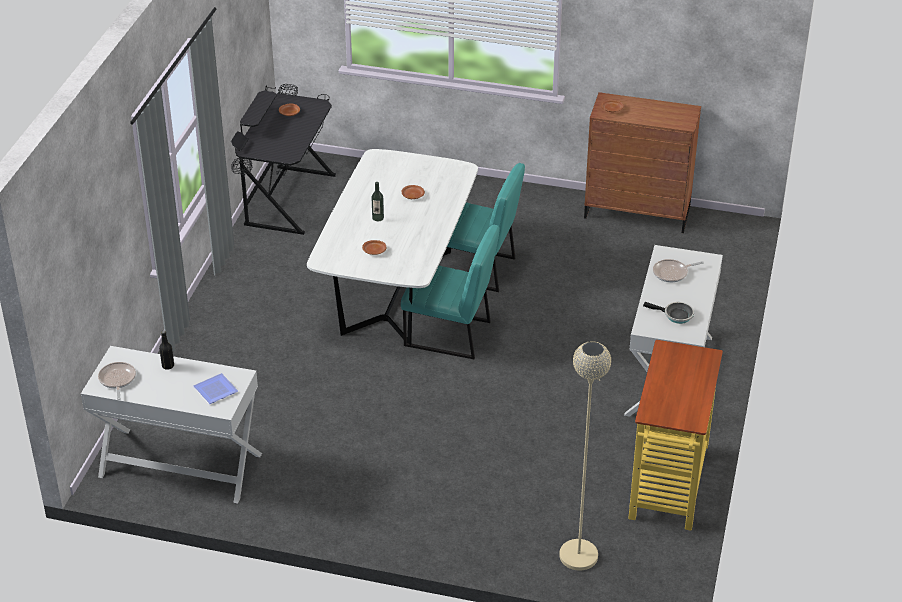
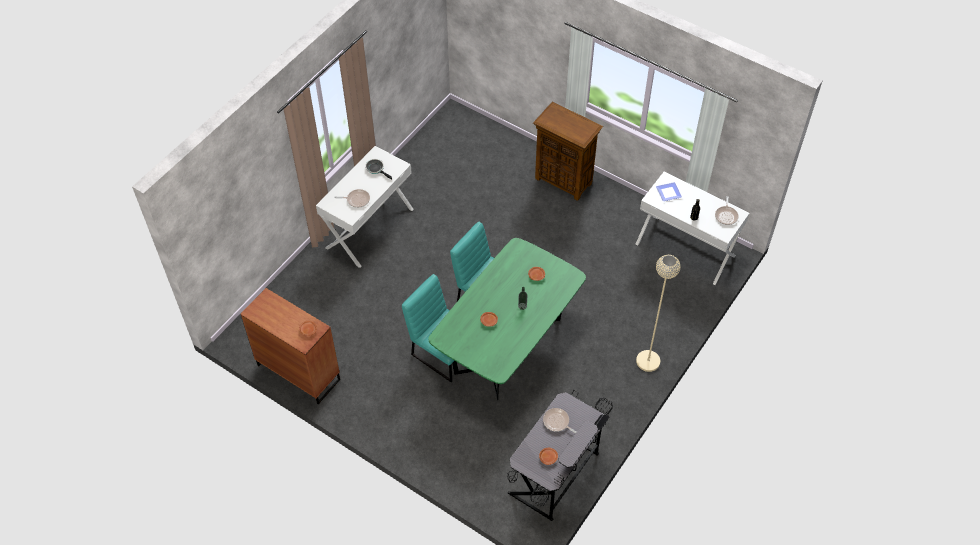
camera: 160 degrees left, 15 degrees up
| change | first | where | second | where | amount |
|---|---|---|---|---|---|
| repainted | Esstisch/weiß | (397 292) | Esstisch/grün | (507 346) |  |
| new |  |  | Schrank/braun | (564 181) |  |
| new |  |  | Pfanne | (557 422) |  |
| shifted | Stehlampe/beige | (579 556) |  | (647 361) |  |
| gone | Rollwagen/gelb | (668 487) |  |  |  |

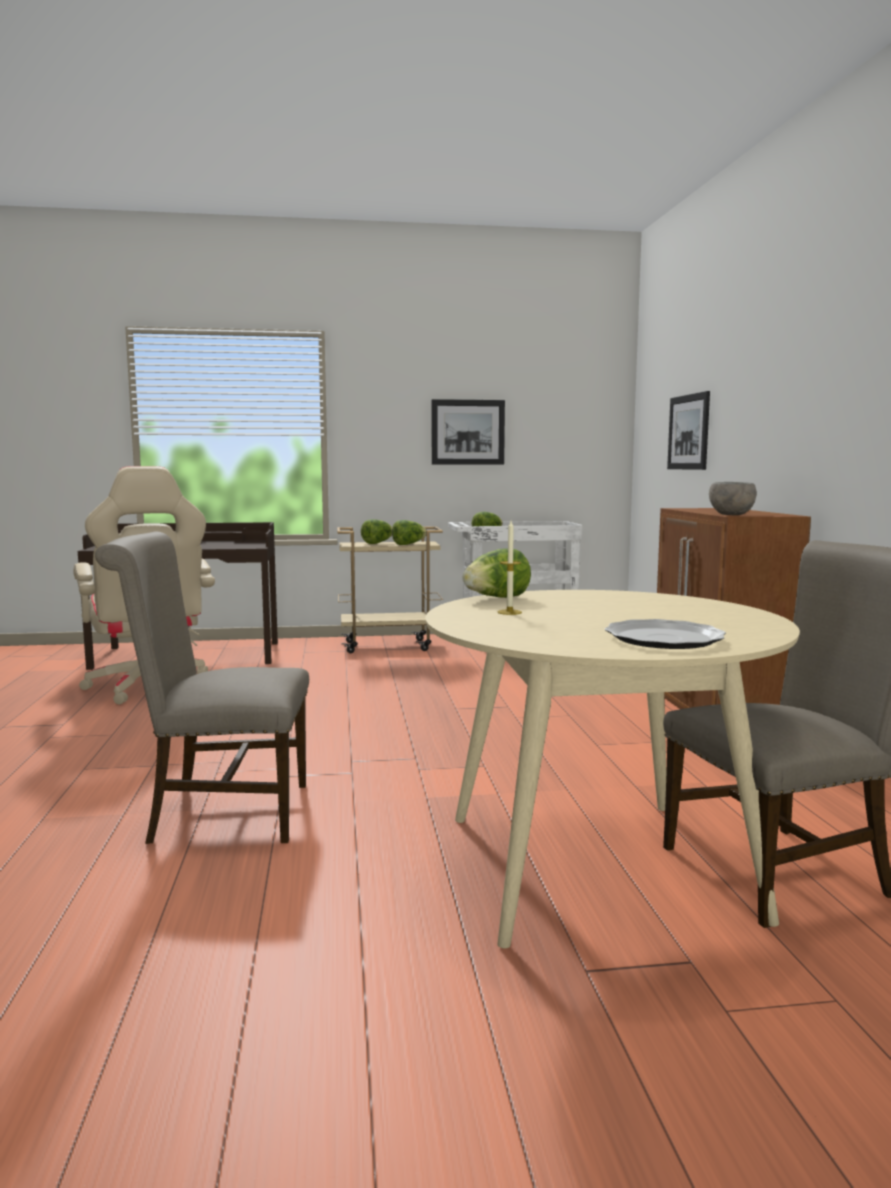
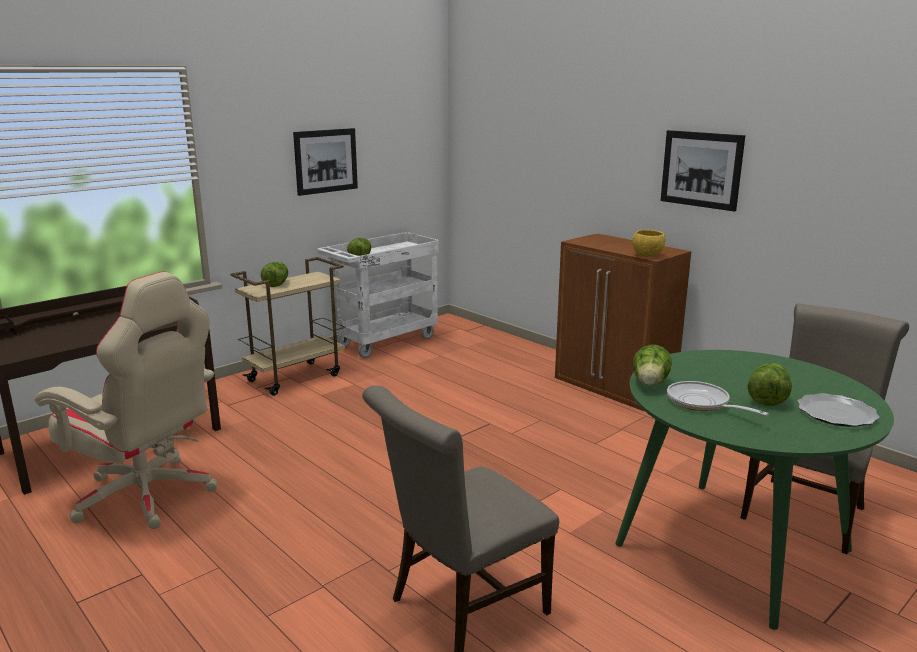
camera: 35 degrees left, 10 degrees up
| change | first | where | second | where | amount |
|---|---|---|---|---|---|
| repainted | Esstisch/beige | (596 866) | Esstisch/grün | (732 548) |  |
| repainted | Schüssel/grau | (732 515) | Schüssel/gelb | (647 255) |  |
| shifted | Bild | (688 432) |  | (701 169) |  |
| swapped | Kerze | (509 612) | Pfanne | (702 403) |  |
| shifted | Salatkopf | (408 544) |  | (767 399) |  |

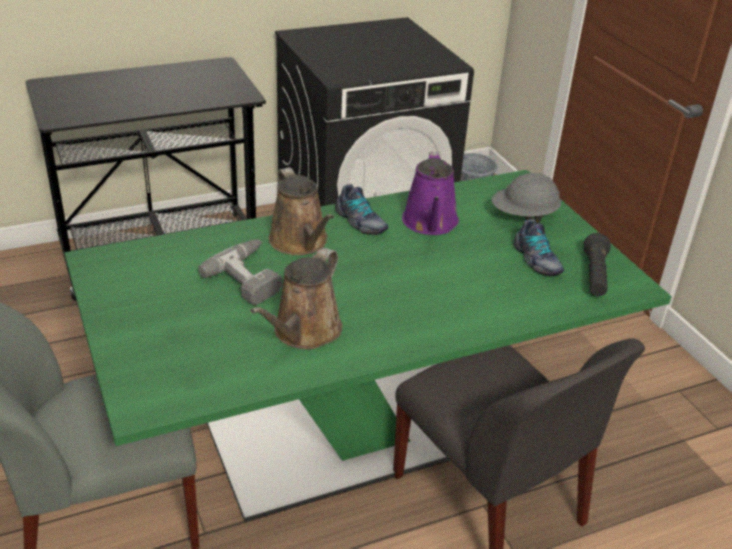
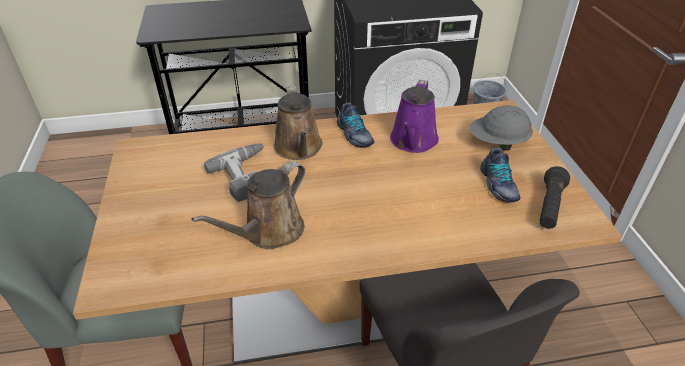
camera: 15 degrees right, 5 degrees up
| change | first | where | second | where | amount |
|---|---|---|---|---|---|
| repainted | Esstisch/grün | (356 434) | Esstisch/beige | (342 301) |  |

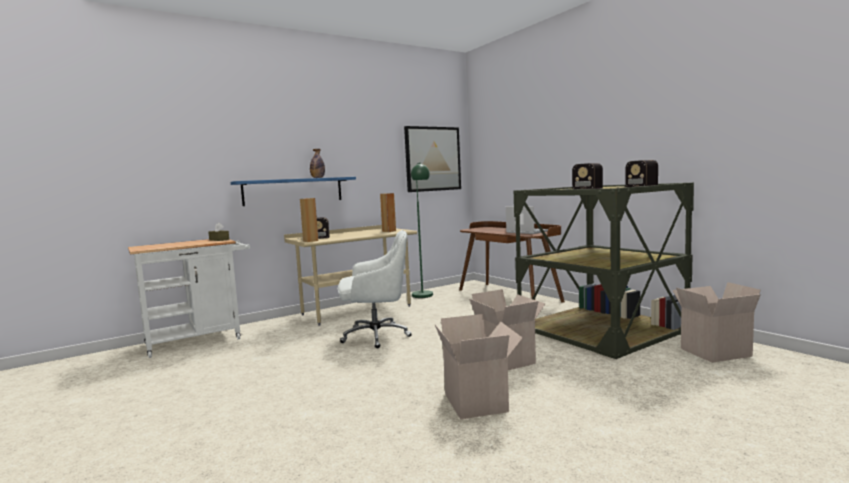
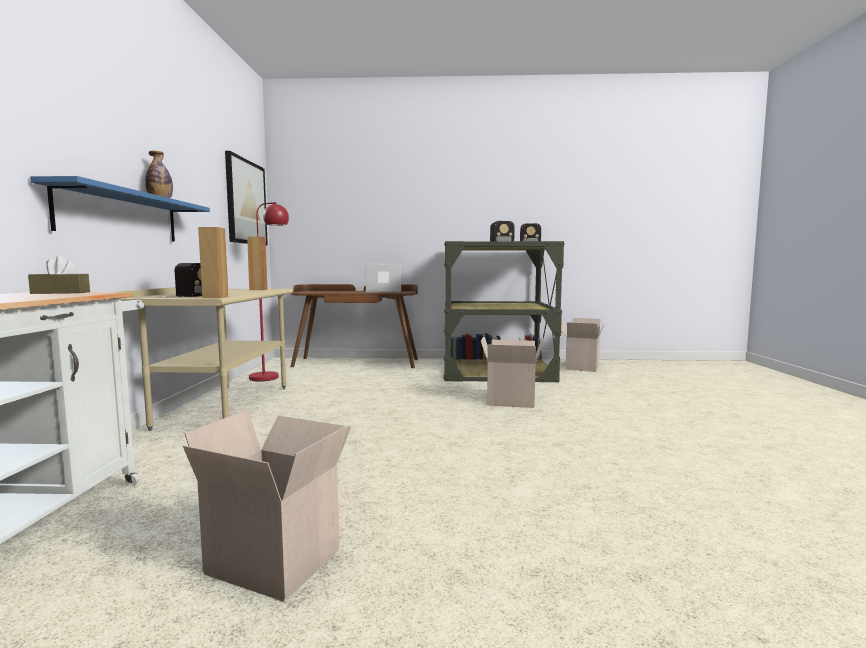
camera: 55 degrees left, 0 degrees up
| change | first | where | second | where | amount |
|---|---|---|---|---|---|
| shifted | Karton | (478 403) |  | (278 560) |  |
| repainted | Stehlampe/grün | (424 297) | Stehlampe/rot | (271 379) |  |
| gone | Bürostuhl/weiß | (376 336) |  |  |  |

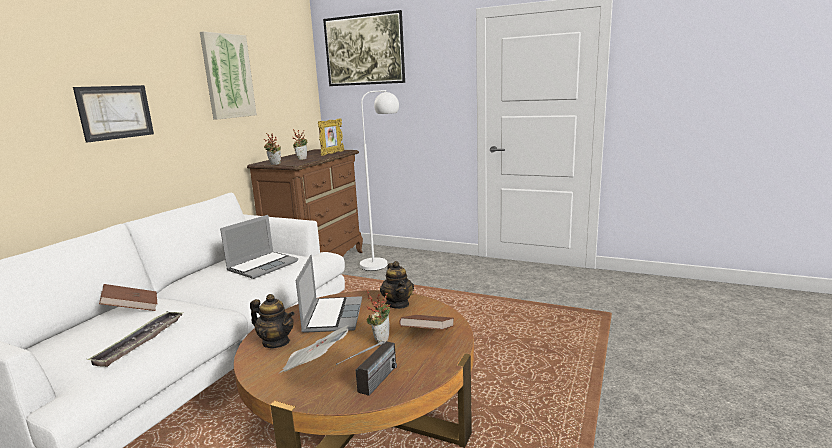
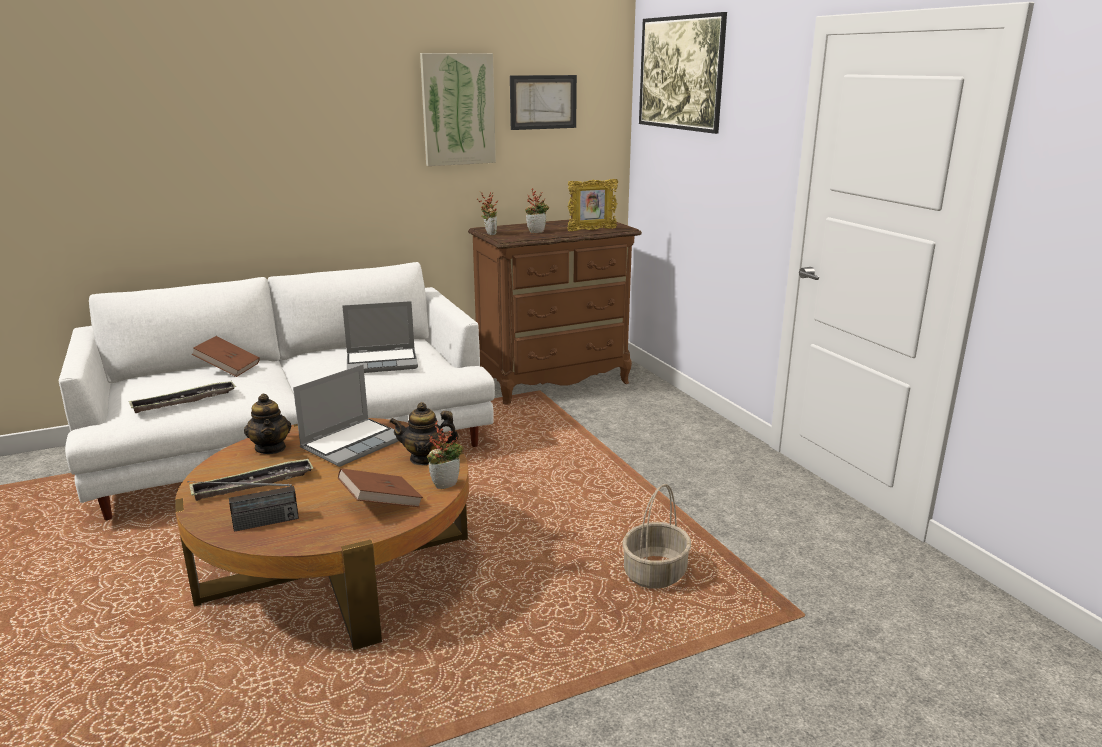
camera: 40 degrees right, 5 degrees up
| change | first | where | second | where | amount |
|---|---|---|---|---|---|
| swapped | Zeitung | (315 366) | Tablett | (253 485) |  |
| rotated | Teekanne | (398 304) |  | (425 458) | 60 degrees clockwise |
| shifted | Topfpflanze | (380 340) |  | (446 484) |  |
| shifted | Bild | (115 112) |  | (543 102) |  |
| new |  |  | Korb | (655 574) |  |
| gone | Stehlampe/weiß | (382 264) |  |  |  |

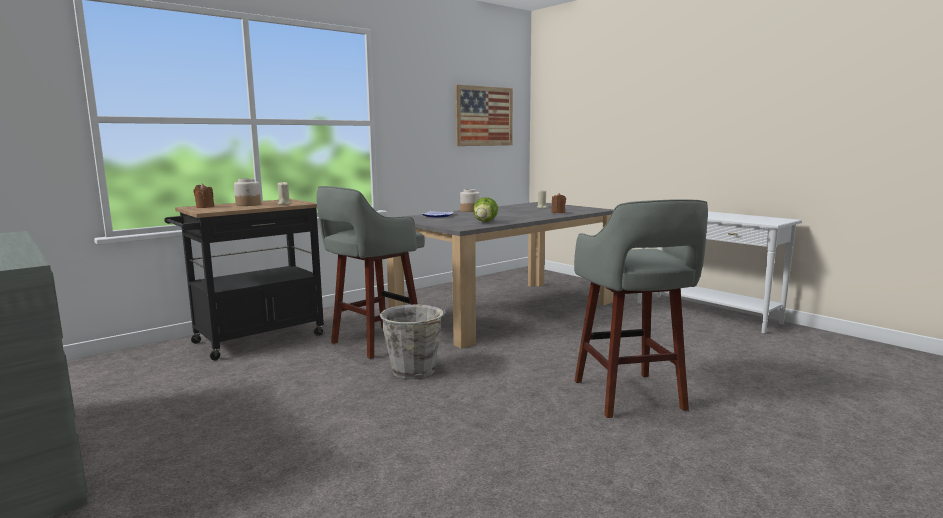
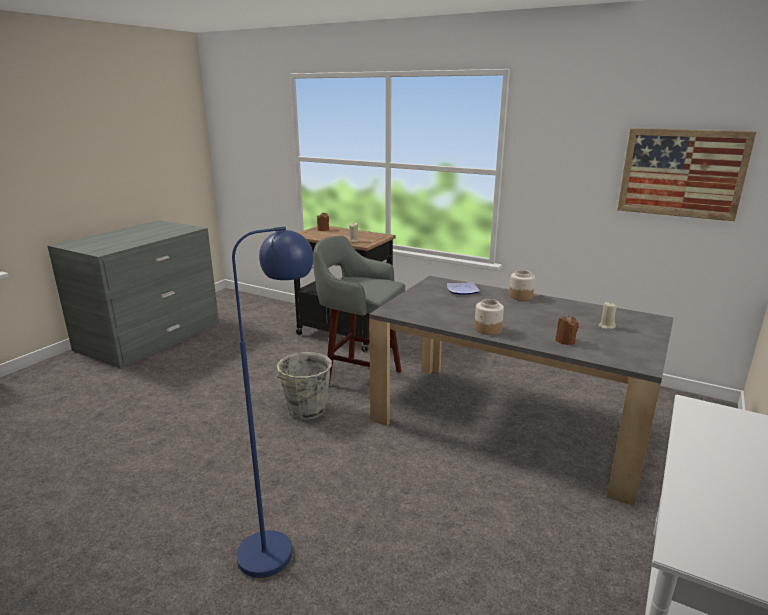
camera: 70 degrees right, 10 degrees up
| change | first | where | second | where | amount |
|---|---|---|---|---|---|
| swapped | Hocker/grau | (630 397) | Stehlampe/blau | (281 549) |  |
| shifted | Vorratsglas | (248 205) |  | (488 329) |  |
| gone | Salatkopf | (484 222) |  |  |  |

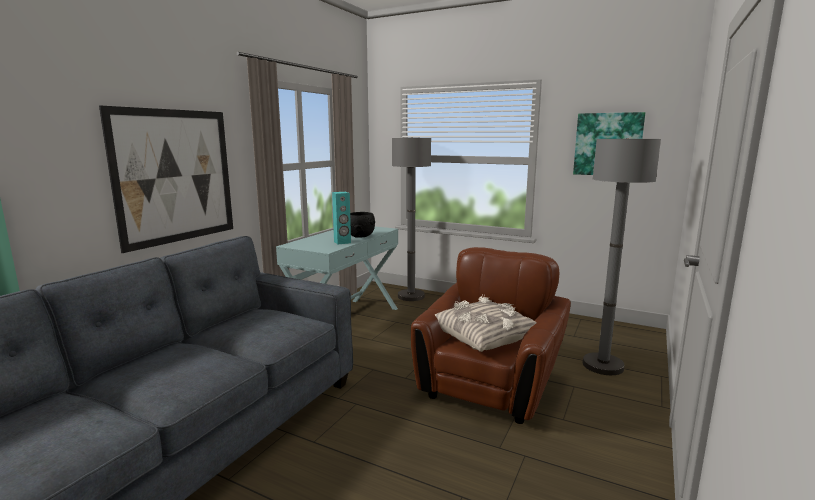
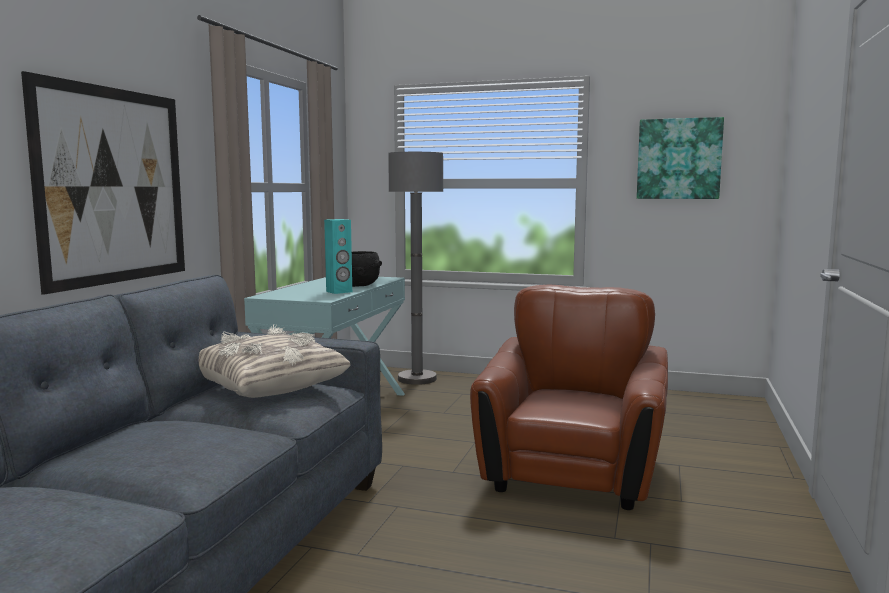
camera: 10 degrees left, 5 degrees down
| change | first | where | second | where | amount |
|---|---|---|---|---|---|
| shifted | Kissen/beige | (483 340) |  | (269 388) |  |
| gone | Stehlampe/grau | (602 365) |  |  |  |

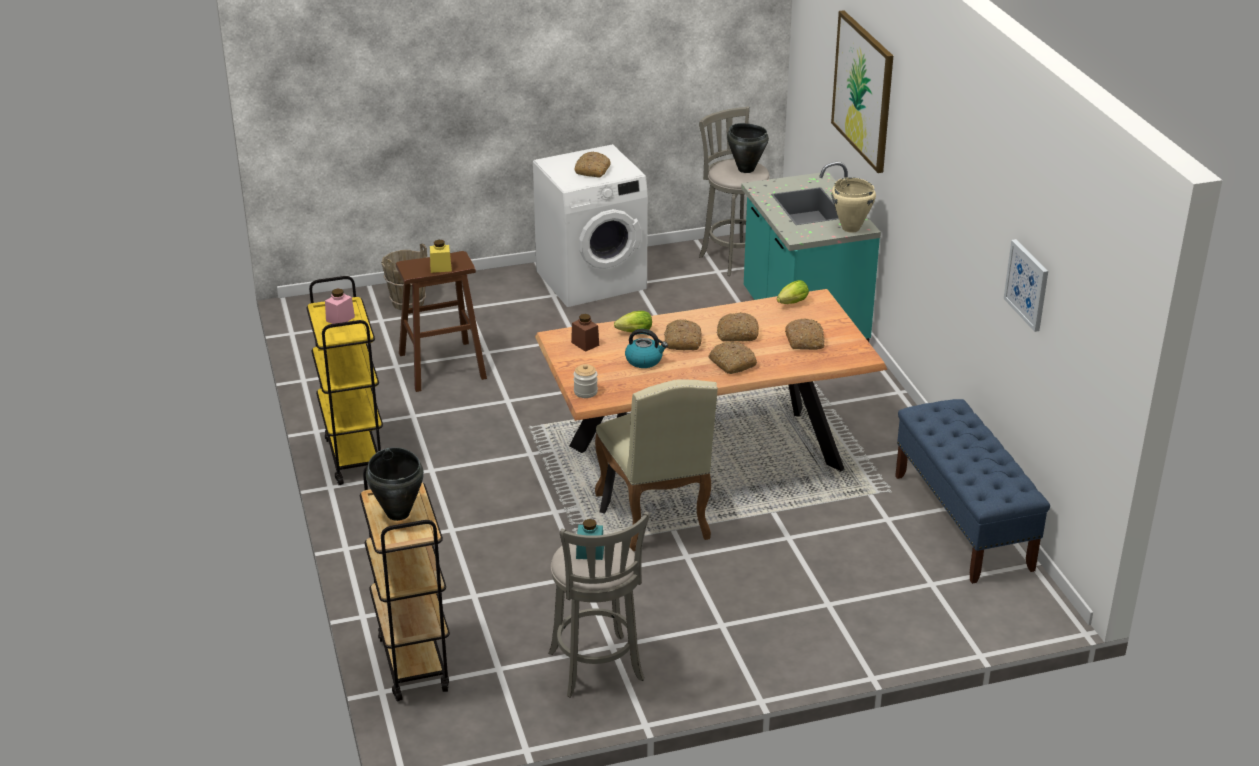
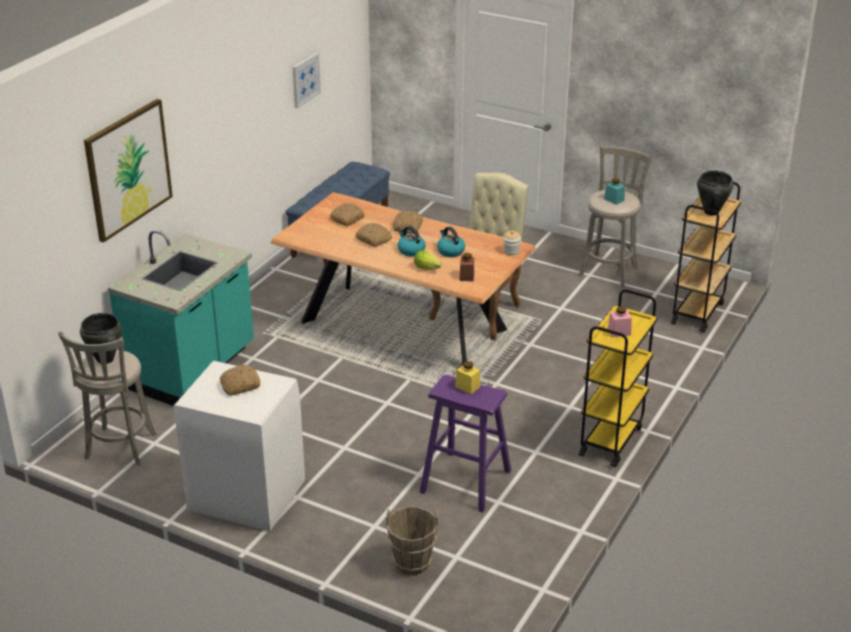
camera: 135 degrees left, 0 degrees up
| change | first | where | second | where | amount |
|---|---|---|---|---|---|
| swapped | Brot | (682 341) | Wasserkessel | (410 250) |  |
| repainted | Hocker/braun | (442 366) | Hocker/lila | (465 481) |  |
| gone | Salatkopf | (791 303) |  |  |  |
| gone | Kochtopf/beige | (850 228) |  |  |  |

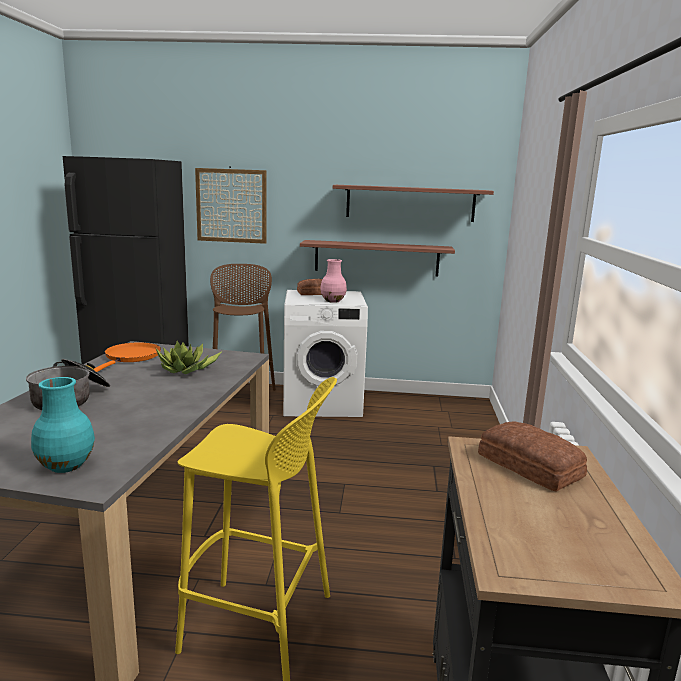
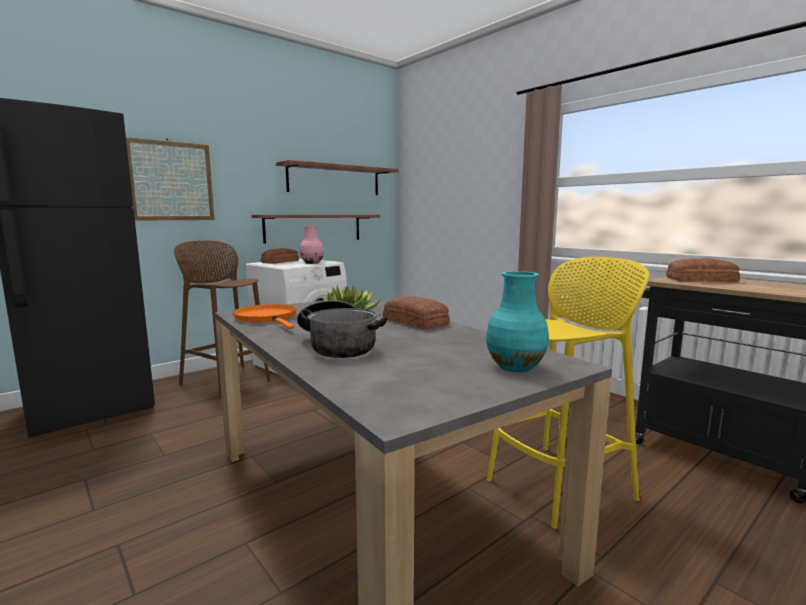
camera: 45 degrees left, 5 degrees down
| change | first | where | second | where | amount |
|---|---|---|---|---|---|
| new |  |  | Brot | (415 321) |  |

